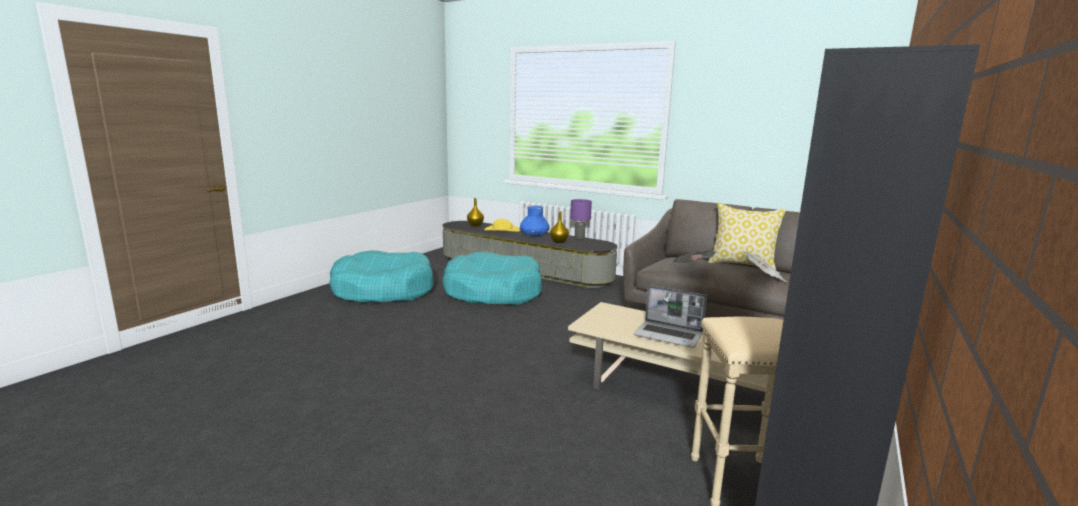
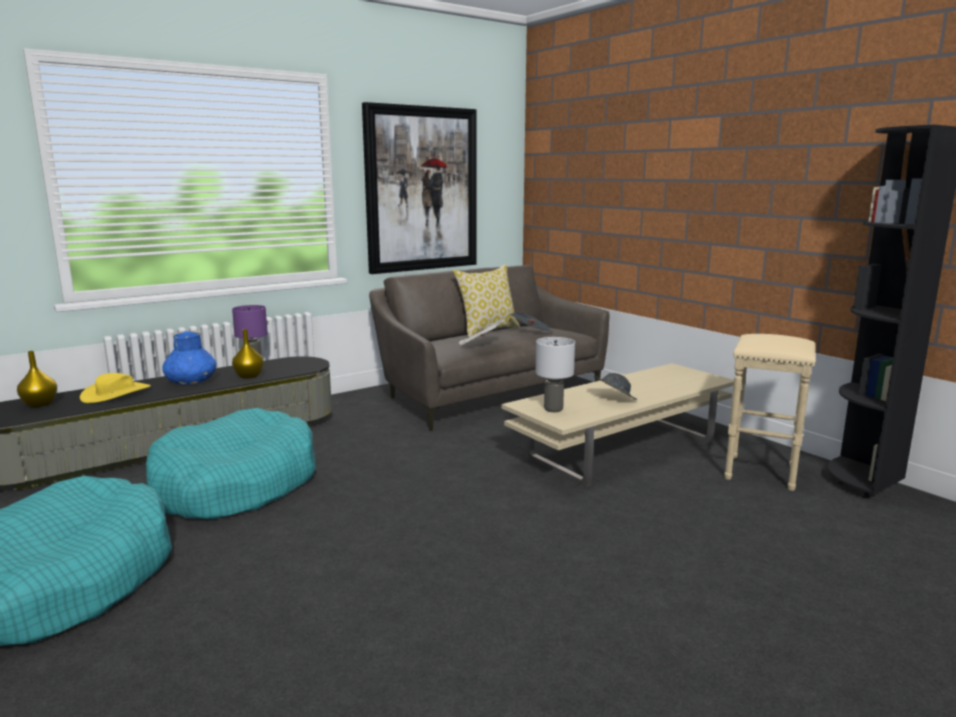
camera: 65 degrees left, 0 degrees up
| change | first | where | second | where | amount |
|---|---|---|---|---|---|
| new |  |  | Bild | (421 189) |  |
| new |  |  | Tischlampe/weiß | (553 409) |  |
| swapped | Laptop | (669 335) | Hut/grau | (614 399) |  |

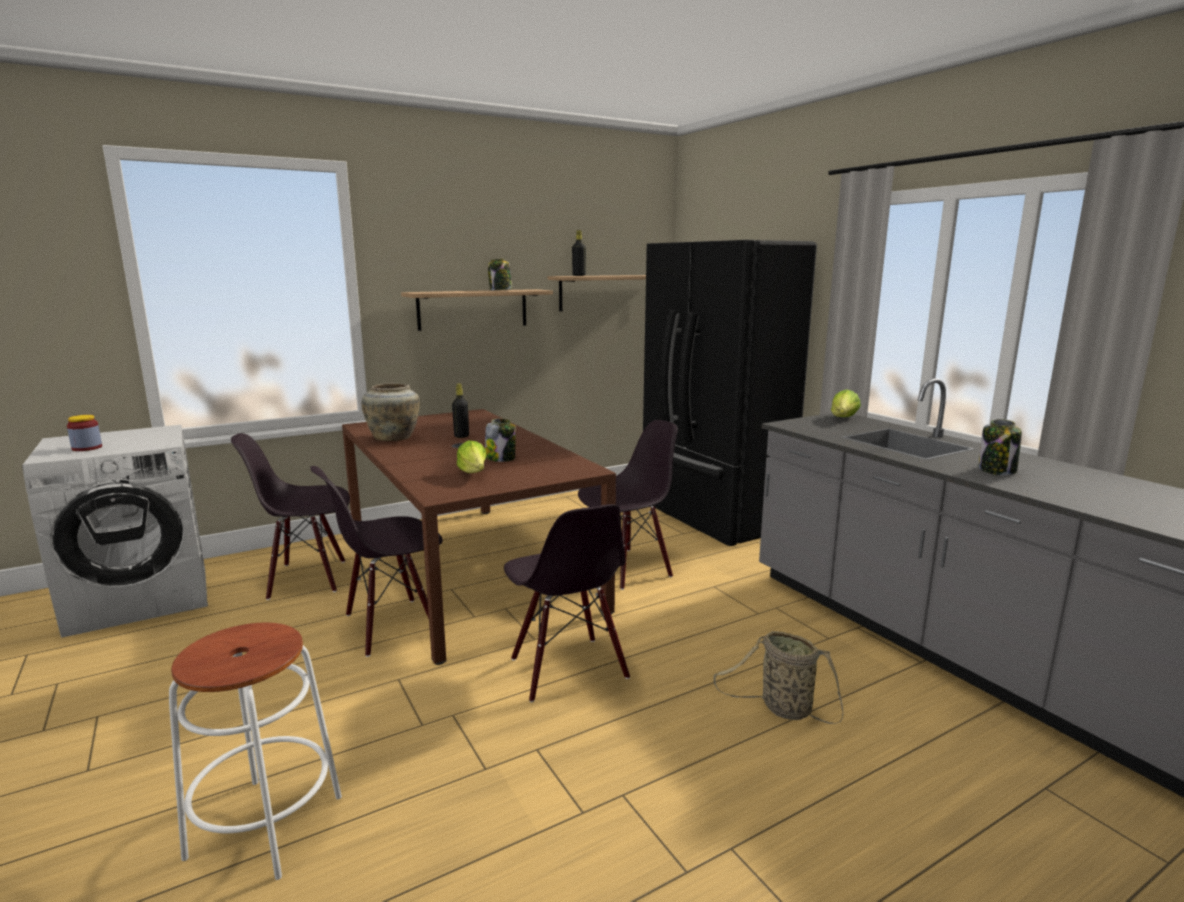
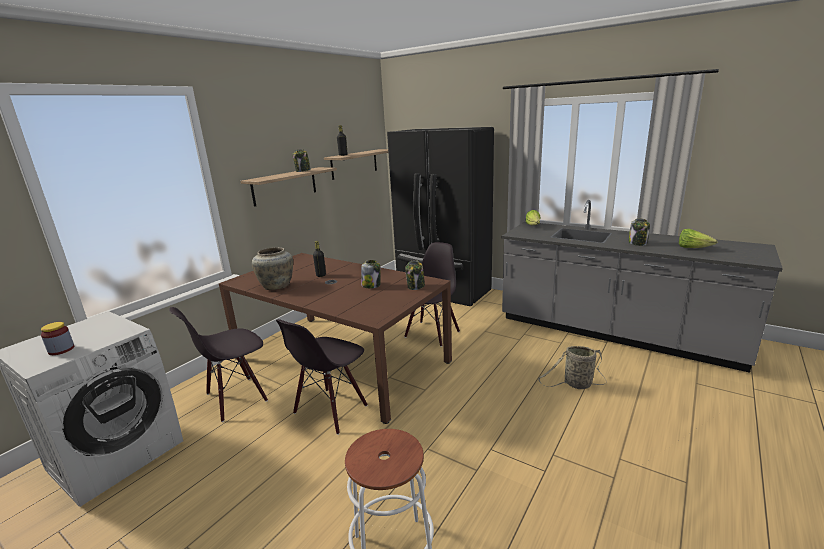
camera: 25 degrees left, 5 degrees up
| change | first | where | second | where | amount |
|---|---|---|---|---|---|
| new |  |  | Vorratsglas | (416 286) |  |
| shifted | Salatkopf | (474 474) |  | (692 248) |  |
| gone | Stuhl/schwarz | (567 669) |  |  |  |

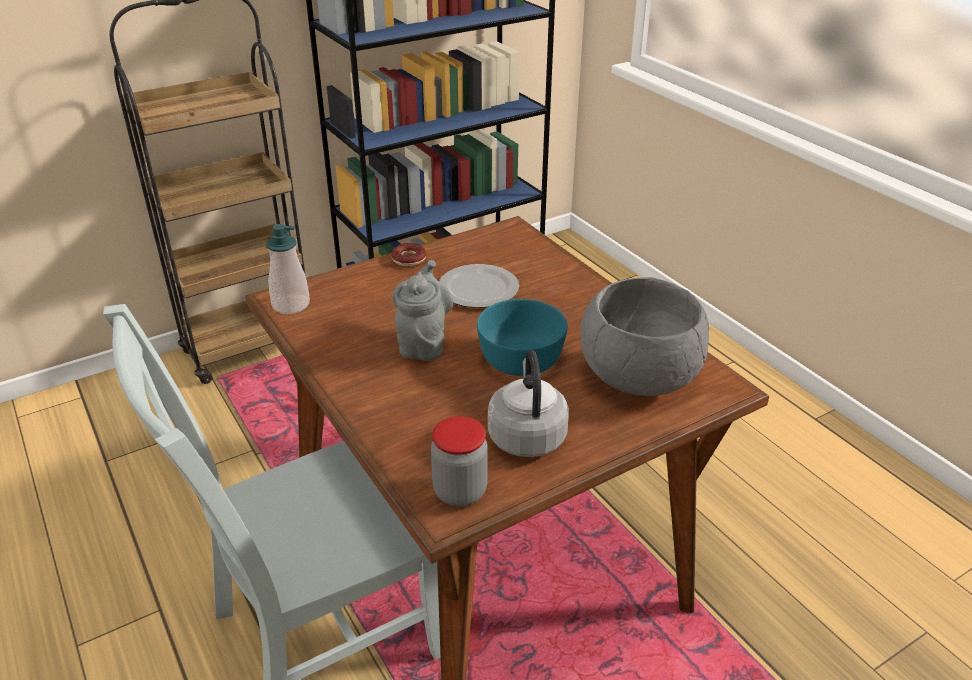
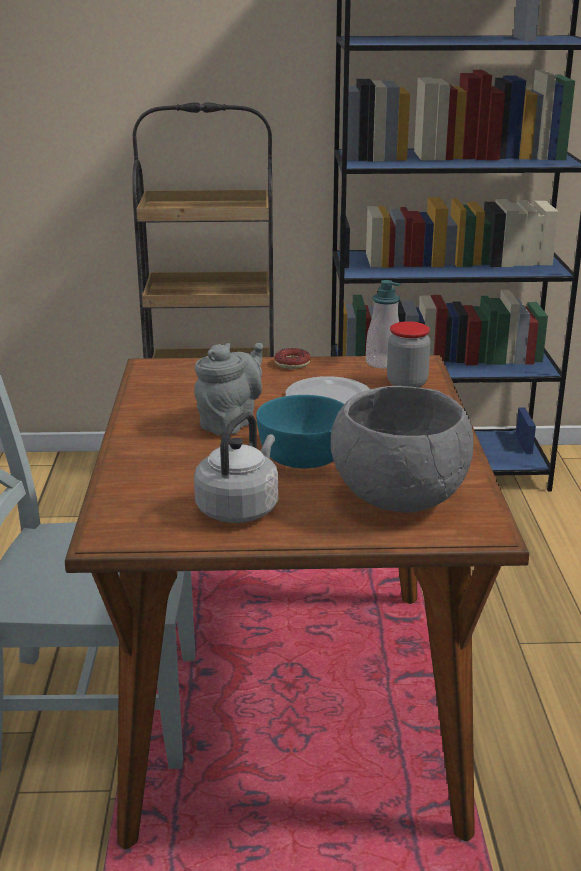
camera: 30 degrees right, 10 degrees down
| change | first | where | second | where | amount |
|---|---|---|---|---|---|
| shifted | Seifenspender | (291 305) |  | (383 363) |  |
| shifted | Vorratsglas | (460 491) |  | (407 383) |  |

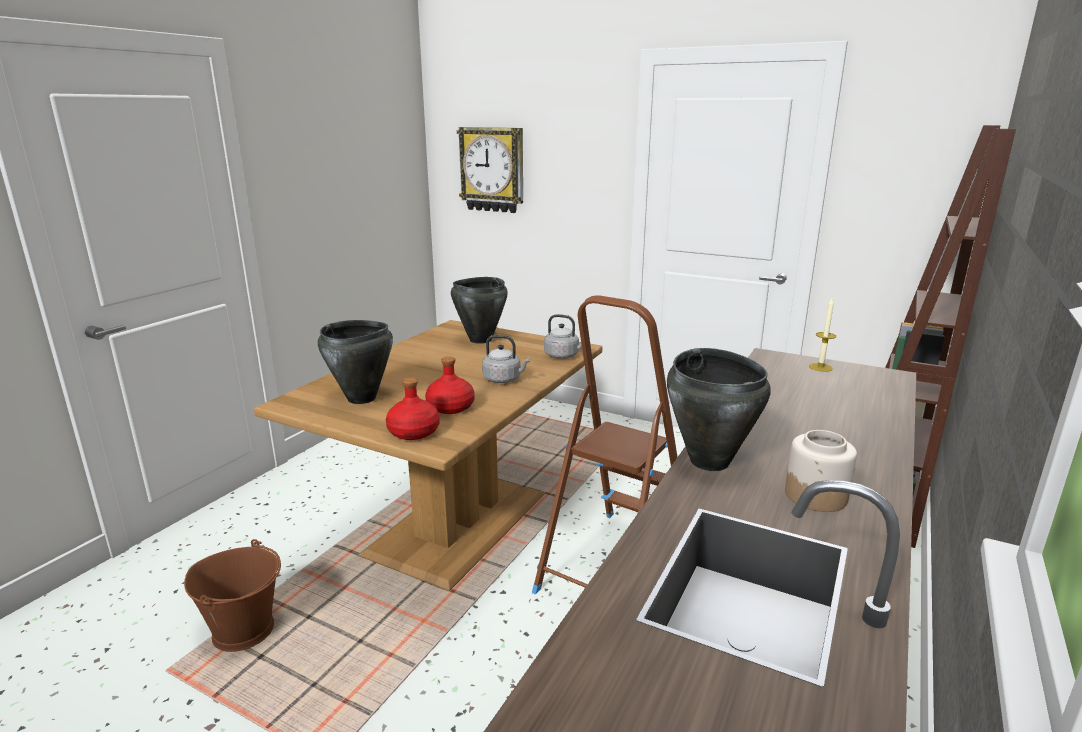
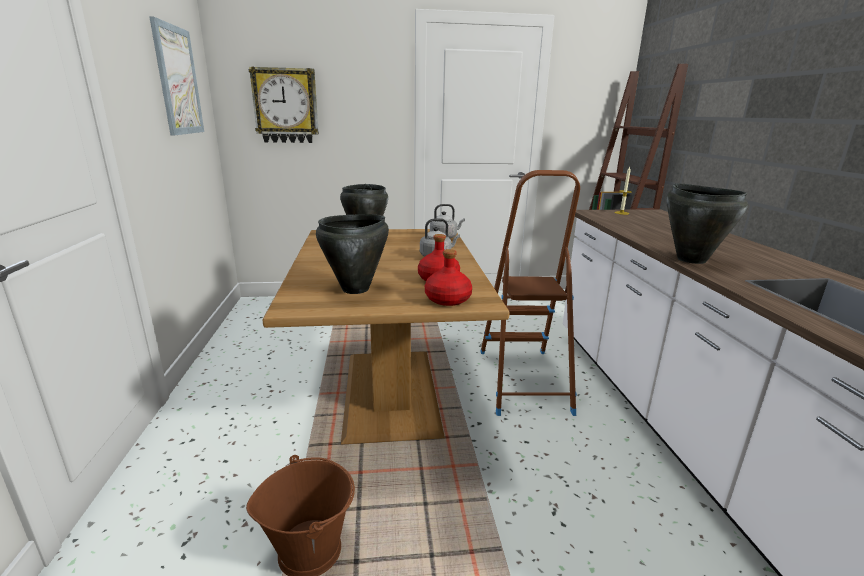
camera: 35 degrees left, 0 degrees up
| change | first | where | second | where | amount |
|---|---|---|---|---|---|
| new |  |  | Bild | (178 81) |  |
| gone | Vorratsglas | (816 496) |  |  |  |

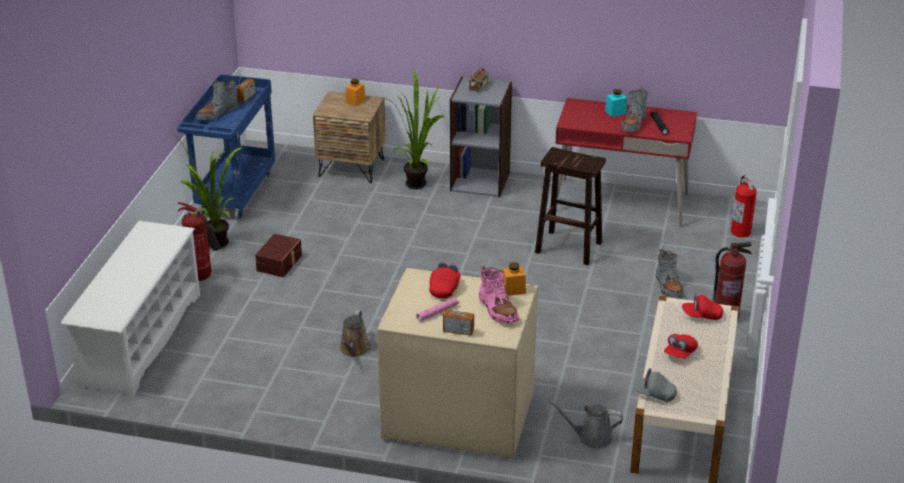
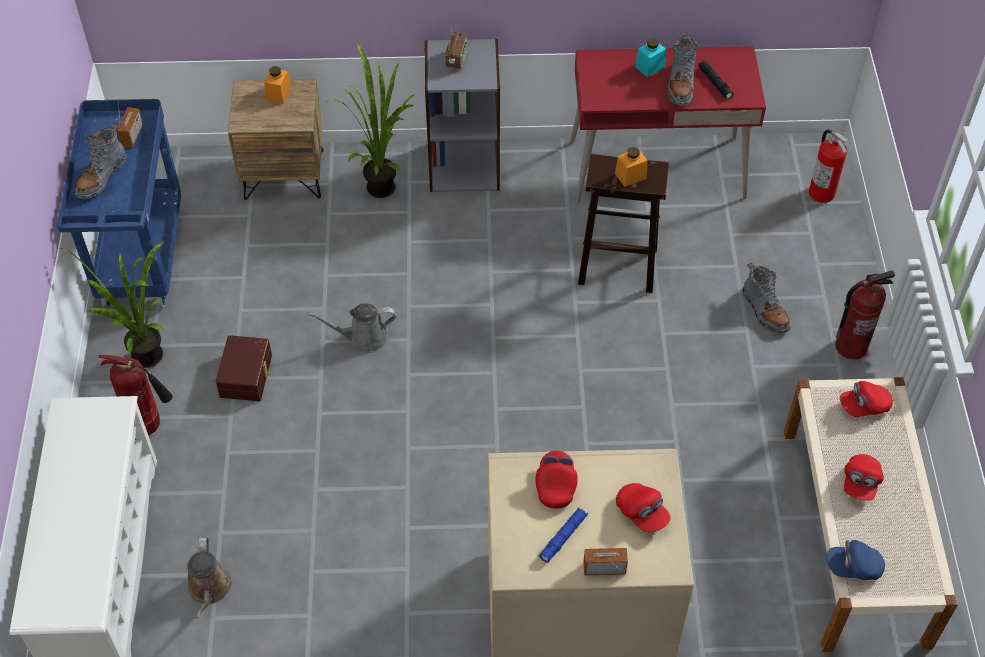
camera: 15 degrees left, 20 degrees up
| change | first | where | second | where | amount |
|---|---|---|---|---|---|
| shifted | Gießkanne/braun | (354 349) |  | (209 589) |  |
| shifted | Gießkanne/grau | (591 438) |  | (363 338) |  |
| repainted | Taschenlampe/rosa | (437 312) | Taschenlampe/blau | (563 537) |  |
| shifted | Vorratsglas/orange | (513 290) |  | (630 176) |  |
| swapped | Stiefel/rosa | (497 310) | Kappe/rot | (642 513) |  |
| repainted | Kappe/grau | (654 394) | Kappe/blau | (853 567) |  |

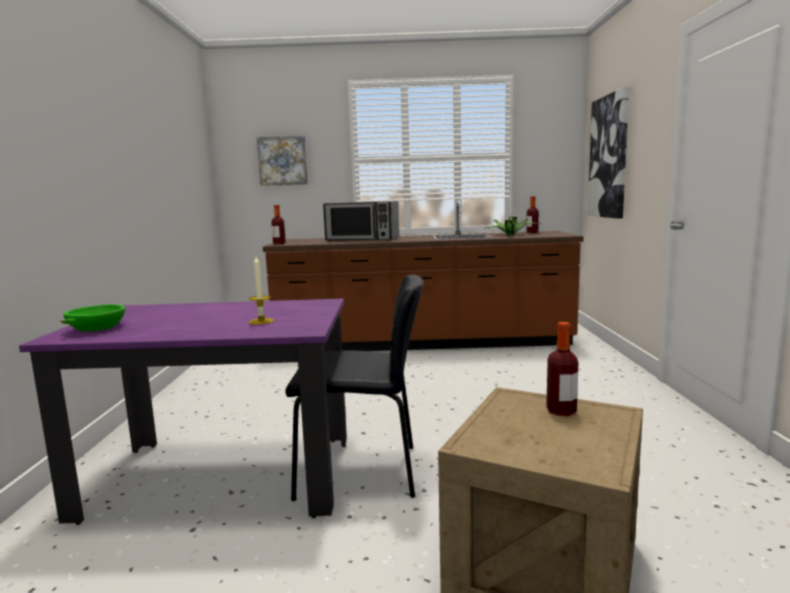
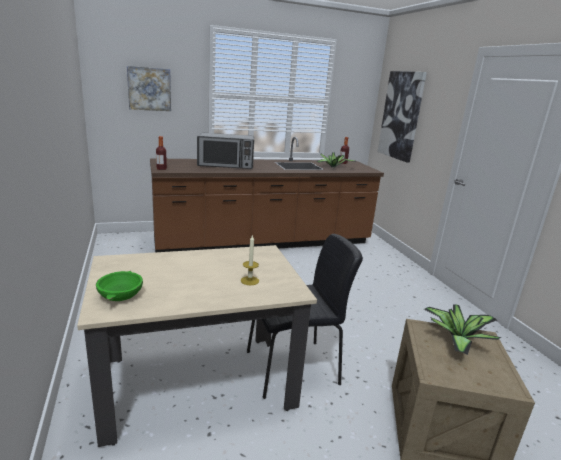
camera: 20 degrees left, 10 degrees up
| change | first | where | second | where | amount |
|---|---|---|---|---|---|
| repainted | Esstisch/lila | (222 477) | Esstisch/beige | (198 384) |  |
| swapped | Flasche | (561 411) | Topfpflanze | (457 339) |  |

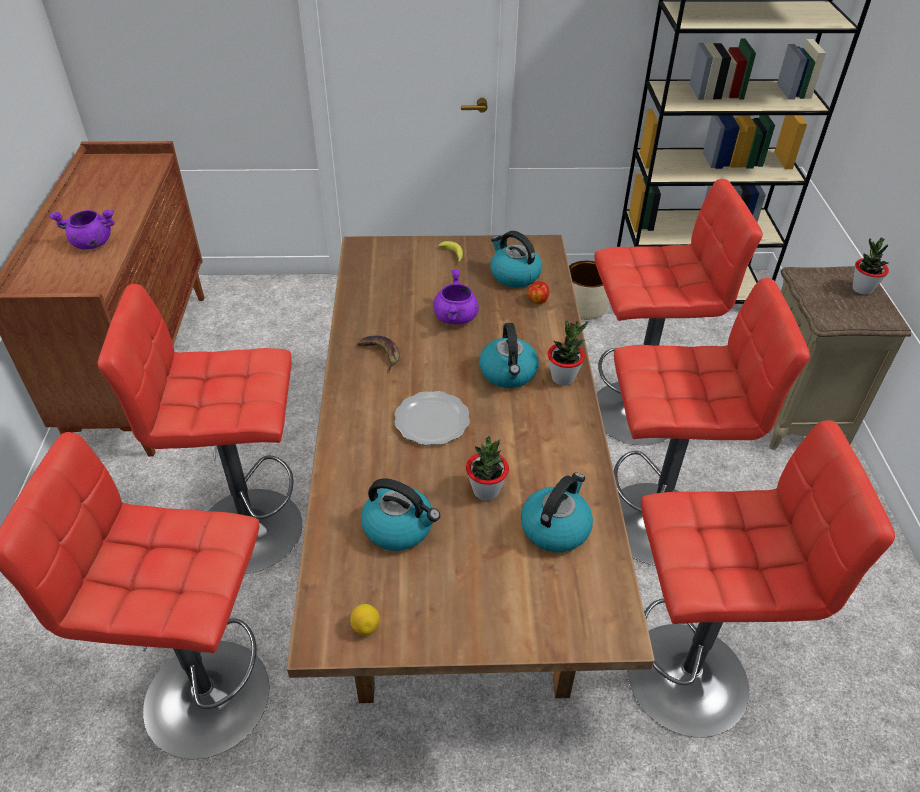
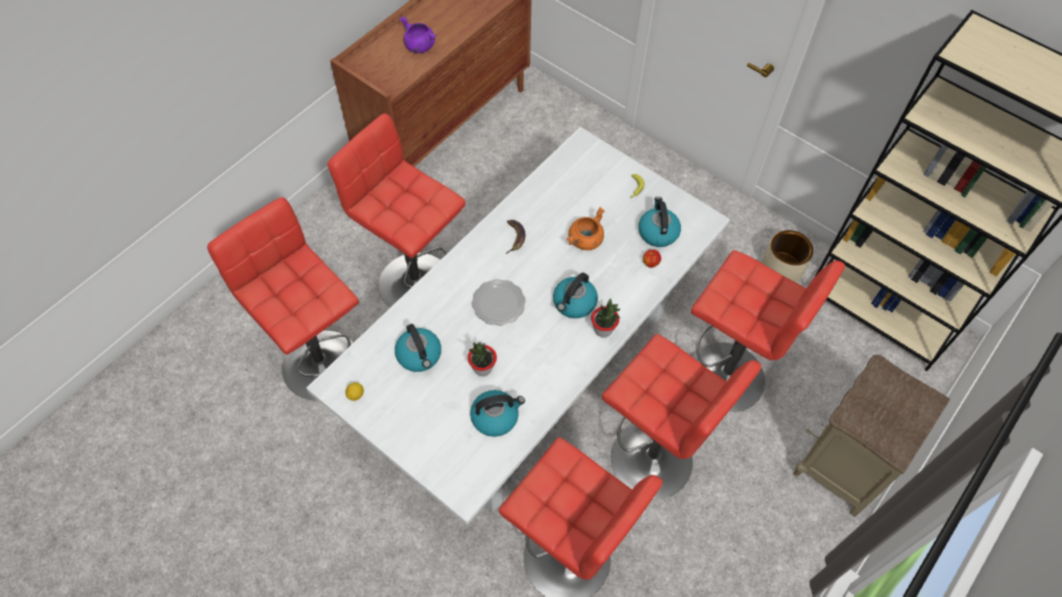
camera: 40 degrees right, 15 degrees up
| change | first | where | second | where | amount |
|---|---|---|---|---|---|
| repainted | Esstisch/braun | (458 530) | Esstisch/weiß | (528 371) |  |
| repainted | Kochtopf/lila | (456 318) | Kochtopf/orange | (585 241) |  |
| gone | Topfpflanze | (862 289) |  |  |  |

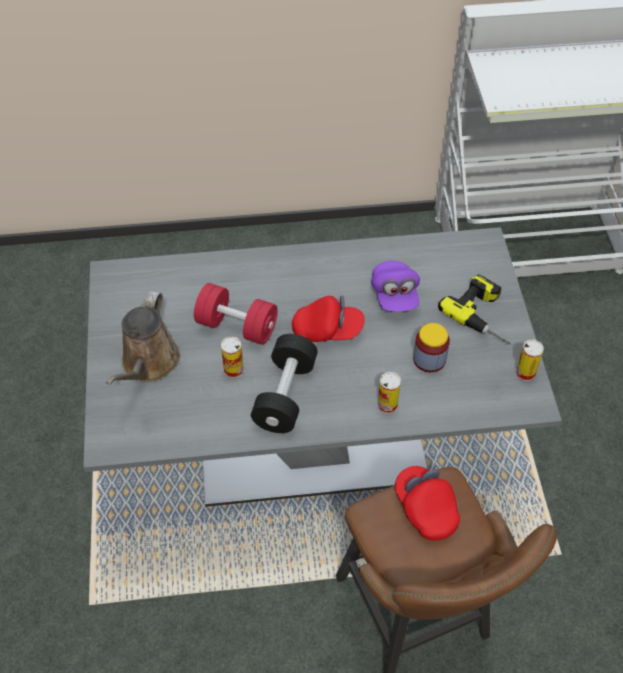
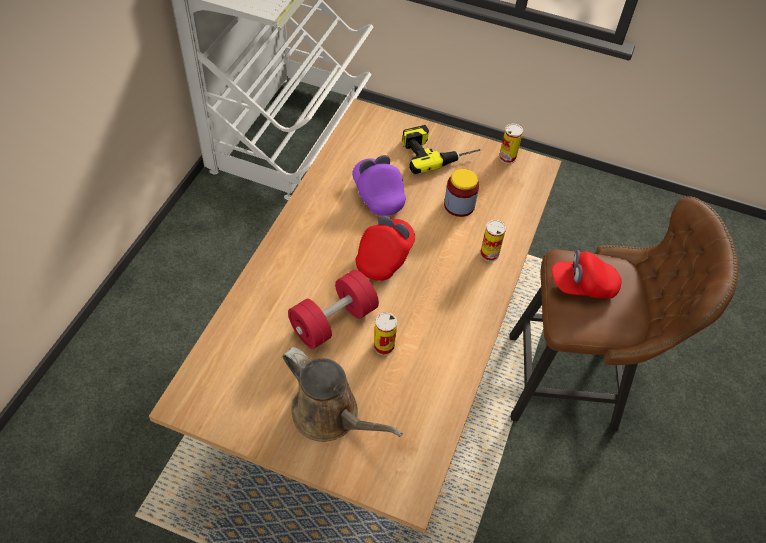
camera: 65 degrees left, 0 degrees up
| change | first | where | second | where | amount |
|---|---|---|---|---|---|
| repainted | Esstisch/grau | (311 443) | Esstisch/braun | (375 376) |  |
| rotated | Kappe/lila | (394 295) |  | (378 194) | 135 degrees counterclockwise |
| gone | Hantel/schwarz | (285 395) |  |  |  |

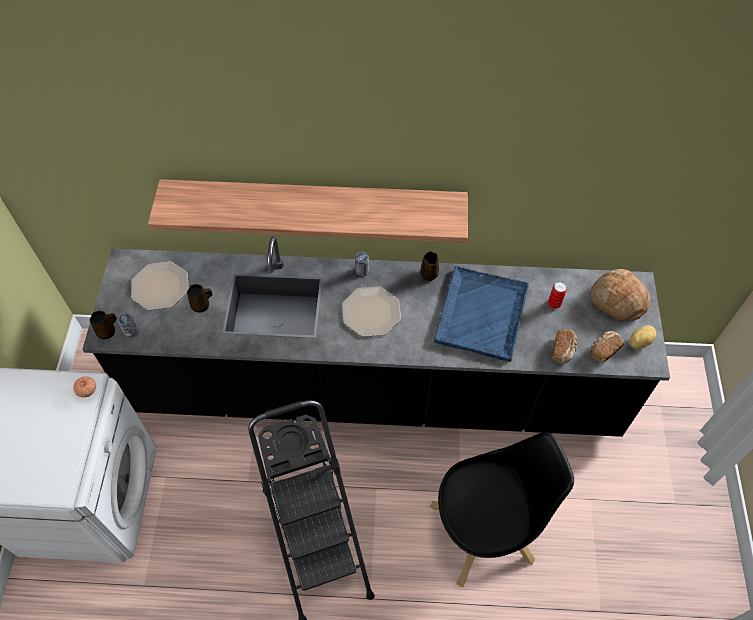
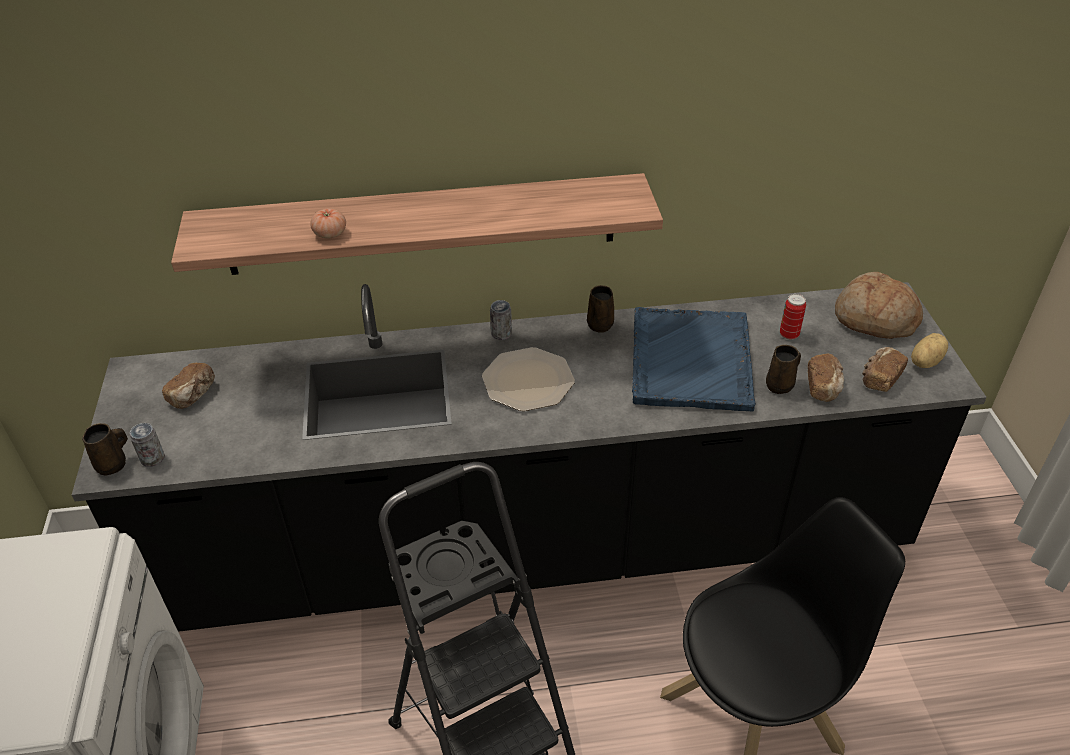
camera: 10 degrees left, 15 degrees down
| change | first | where | second | where | amount |
|---|---|---|---|---|---|
| swapped | Teller | (160 287) | Brot | (194 395) |  |
| shifted | Tomate | (87 390) |  | (330 234) |  |
| shifted | Henkelbecher/braun | (202 305) |  | (780 385) |  |

